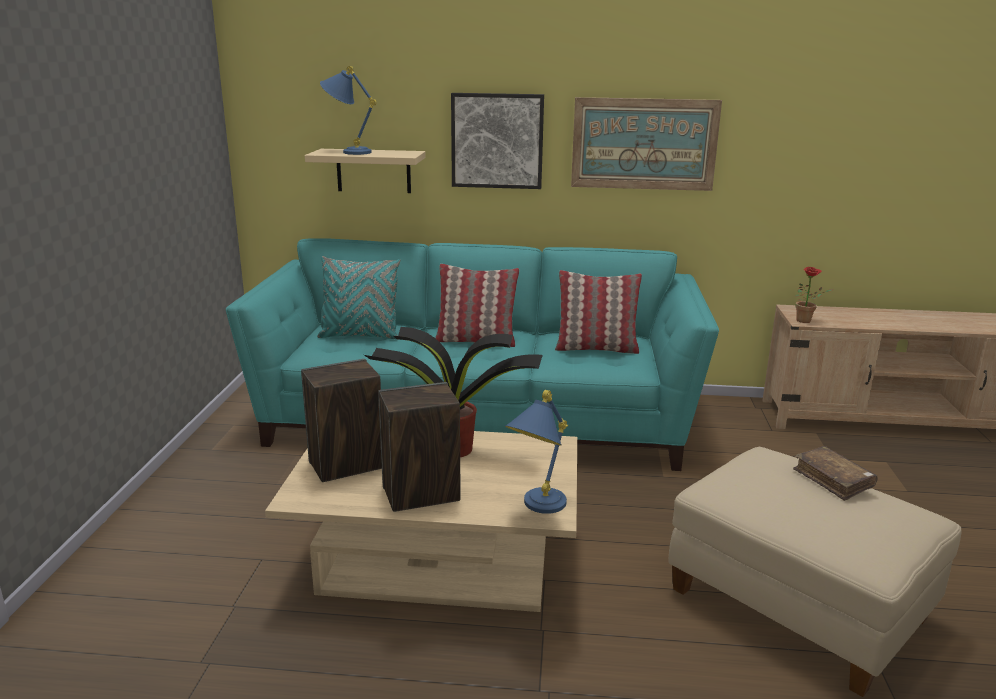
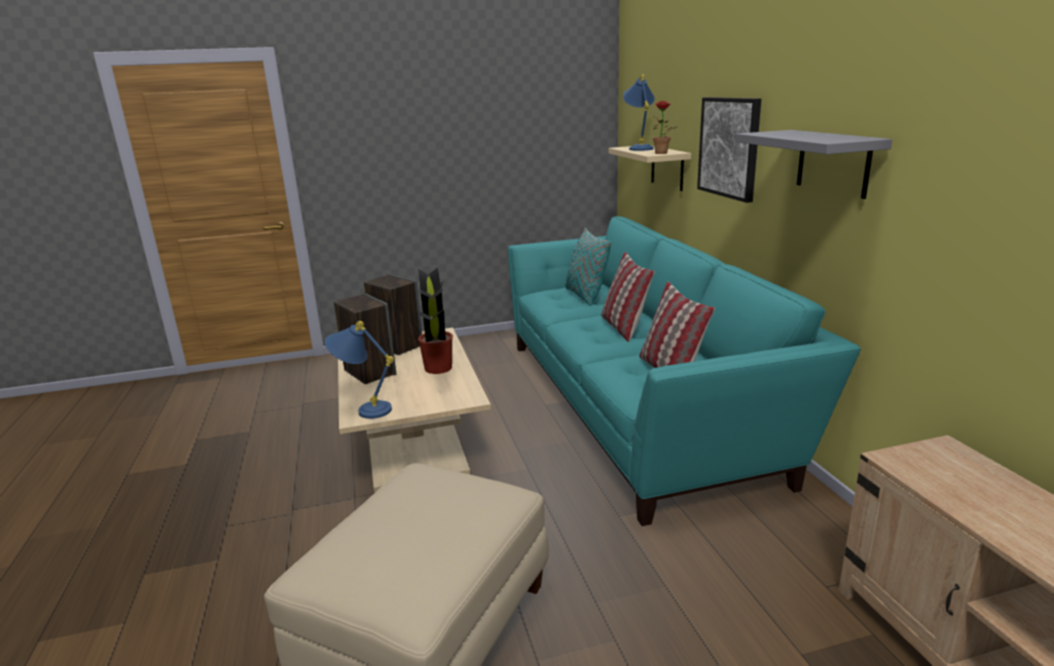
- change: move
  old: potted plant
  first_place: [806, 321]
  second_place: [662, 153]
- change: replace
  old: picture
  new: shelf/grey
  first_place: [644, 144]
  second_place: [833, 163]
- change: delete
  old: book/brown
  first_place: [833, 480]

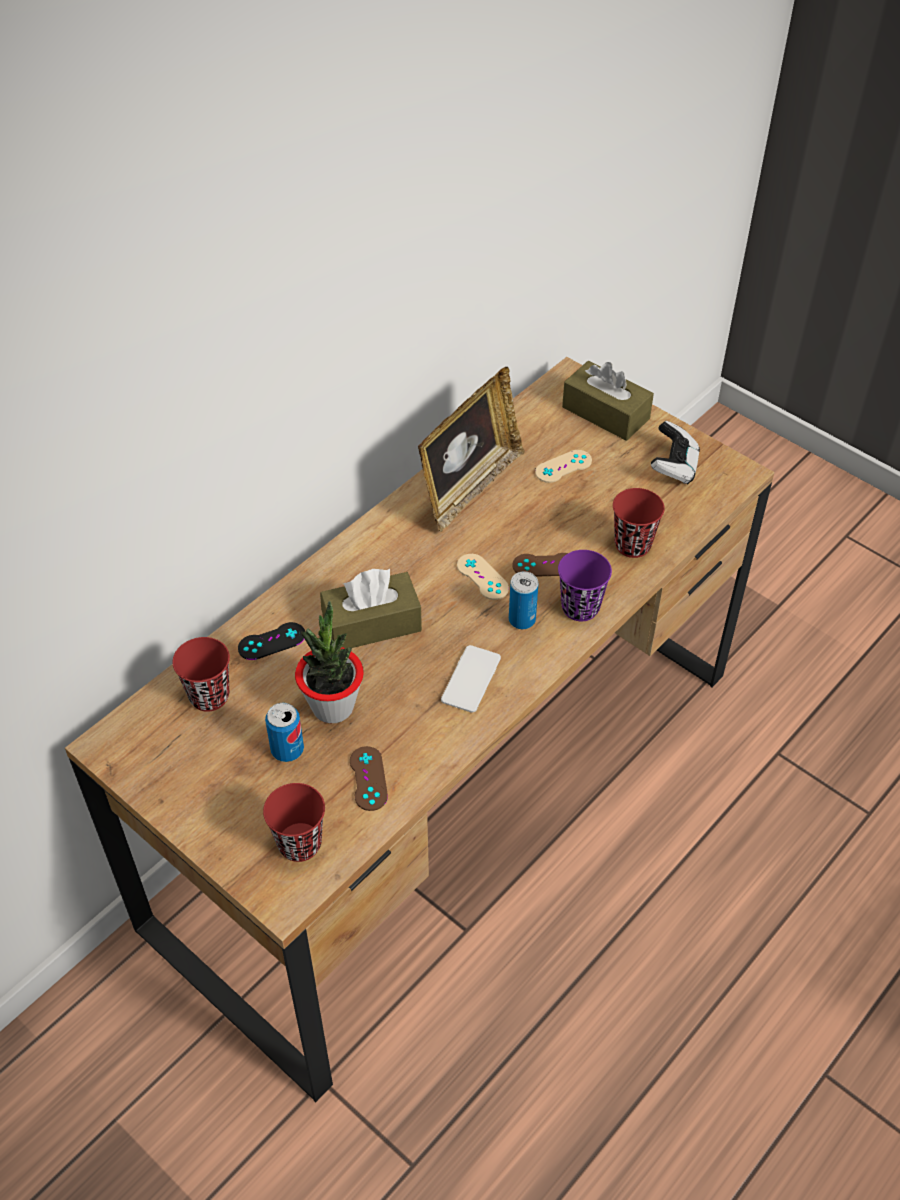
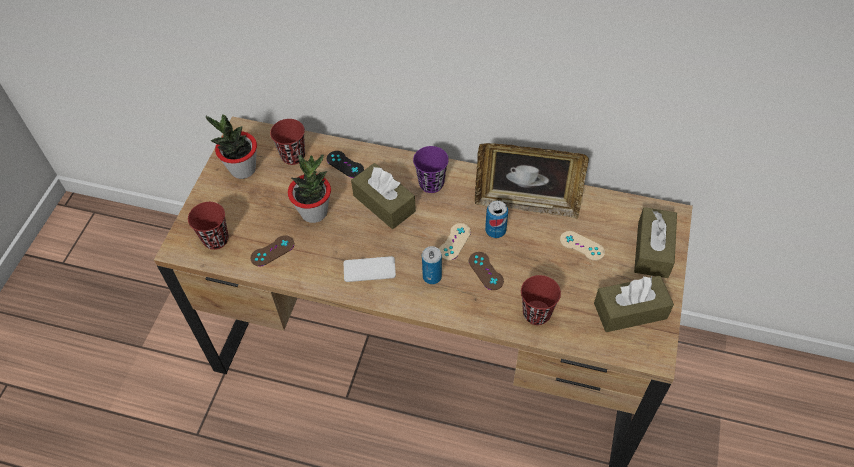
- change: insert
  new: potted plant
  second_place: [243, 169]
- change: move
  old: cup/purple
  first_place: [580, 607]
  second_place: [431, 184]
- change: move
  old: can
  first_place: [287, 750]
  second_place: [495, 231]
- change: replace
  old: game controller
  new: tissue box/brown
  first_place: [673, 466]
  second_place: [630, 311]

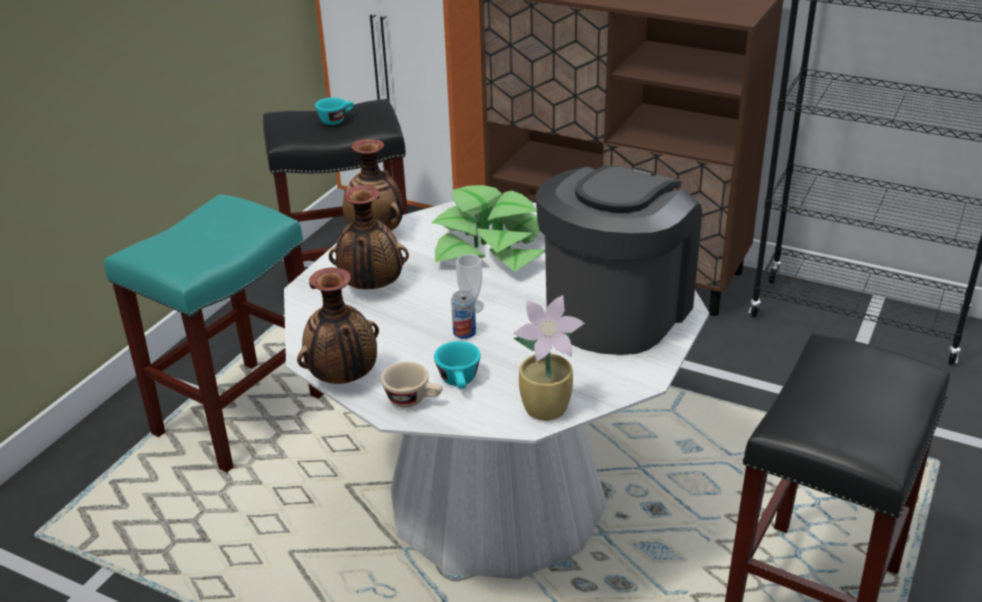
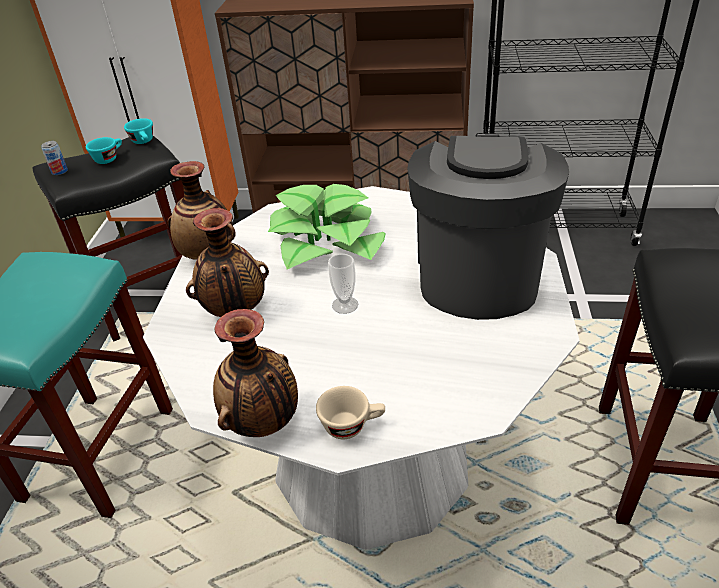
- change: move
  old: can
  first_place: [464, 332]
  second_place: [59, 171]
- change: move
  old: cup/turquoise
  first_place: [460, 382]
  second_place: [144, 142]
- change: delete
  old: potted plant
  first_place: [548, 409]

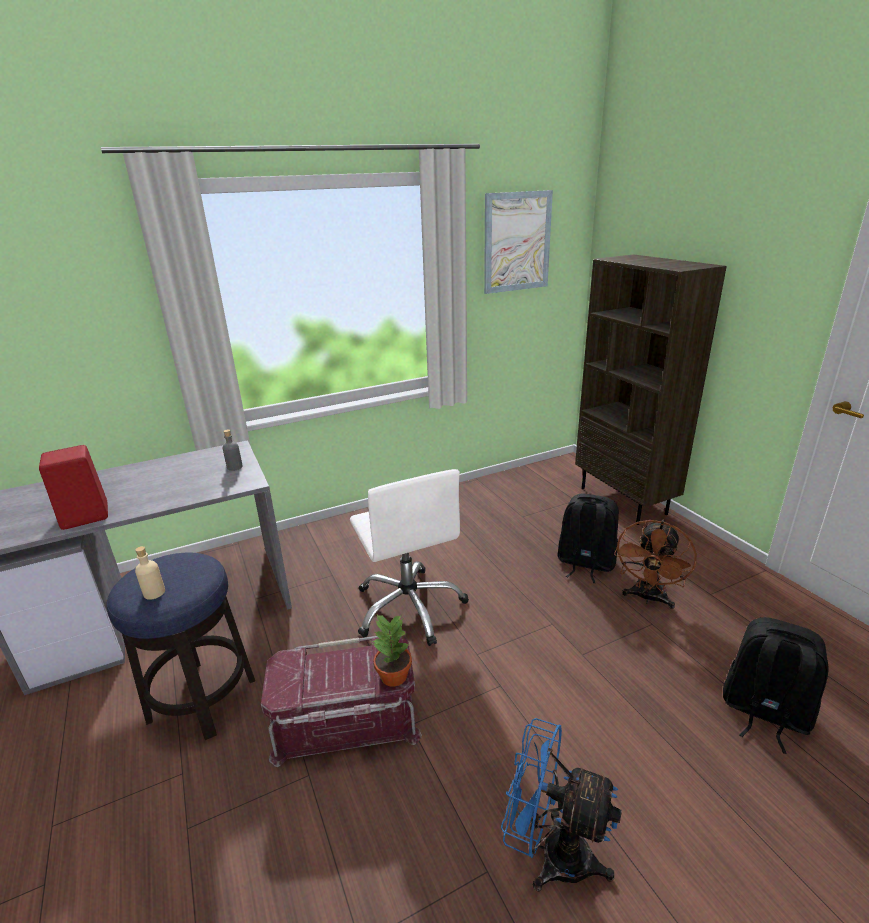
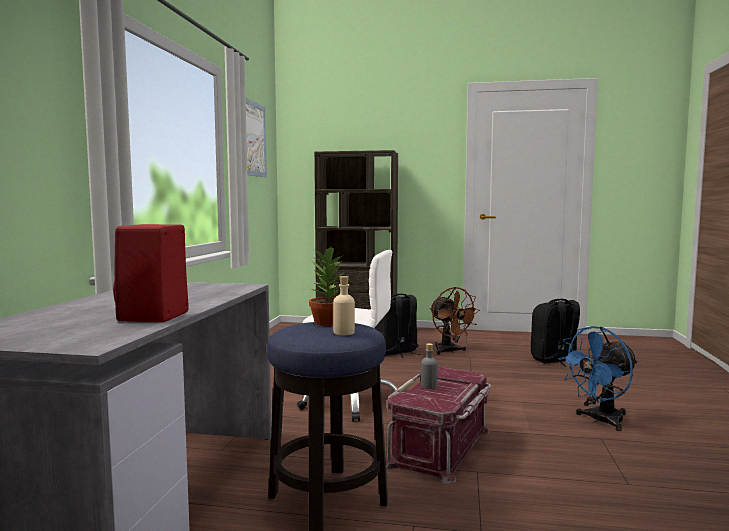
- change: move
  old: potted plant
  first_place: [393, 676]
  second_place: [327, 323]
- change: move
  old: bottle/grey
  first_place: [234, 467]
  second_place: [429, 386]

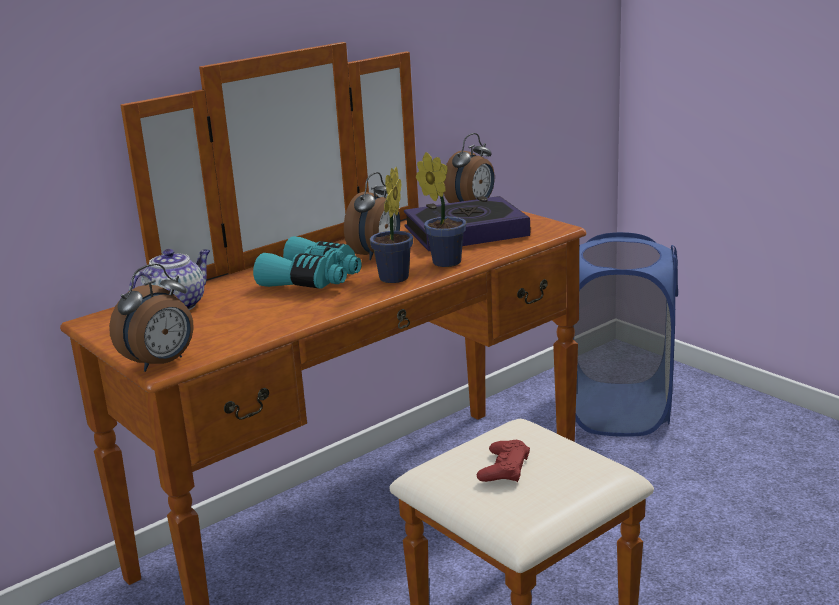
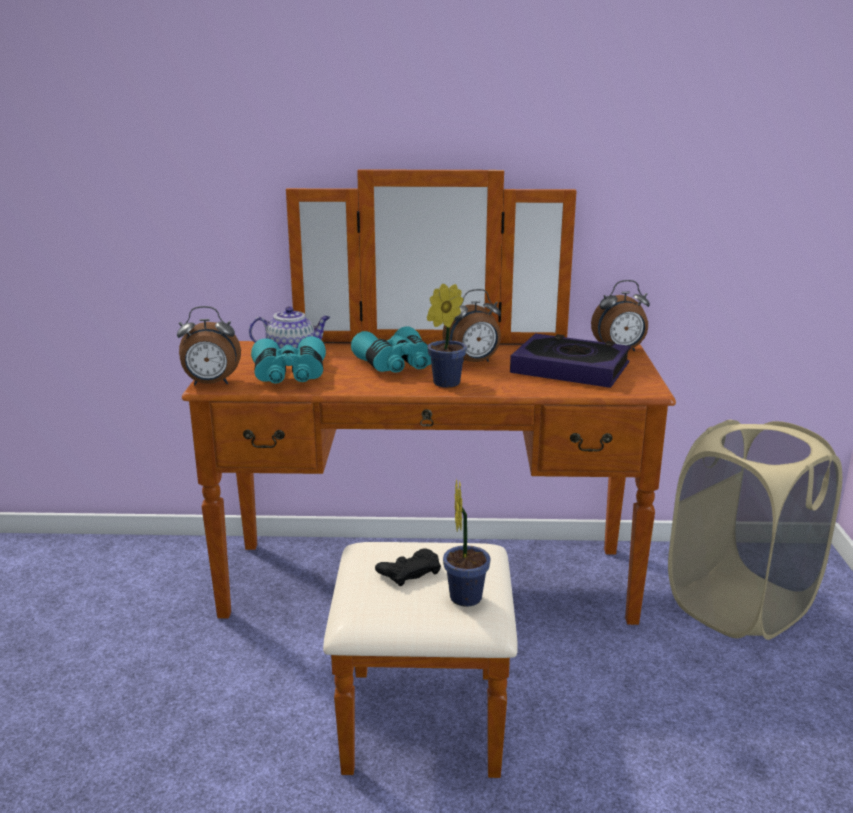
- change: insert
  new: binoculars/turquoise
  second_place: [289, 376]
- change: recolor
  old: game controller/red
  new: game controller/black
  first_place: [504, 468]
  second_place: [409, 571]
- change: move
  old: potted plant
  first_place: [444, 261]
  second_place: [465, 595]
- change: recolor
  old: laundry basket/blue
  new: laundry basket/beige
  first_place: [618, 410]
  second_place: [740, 605]

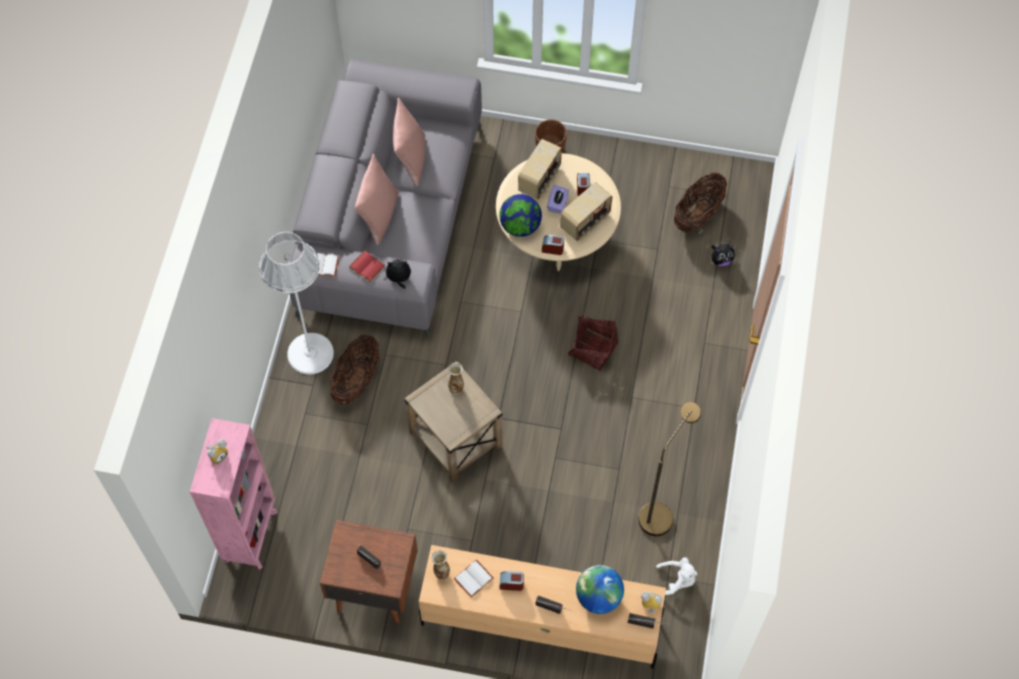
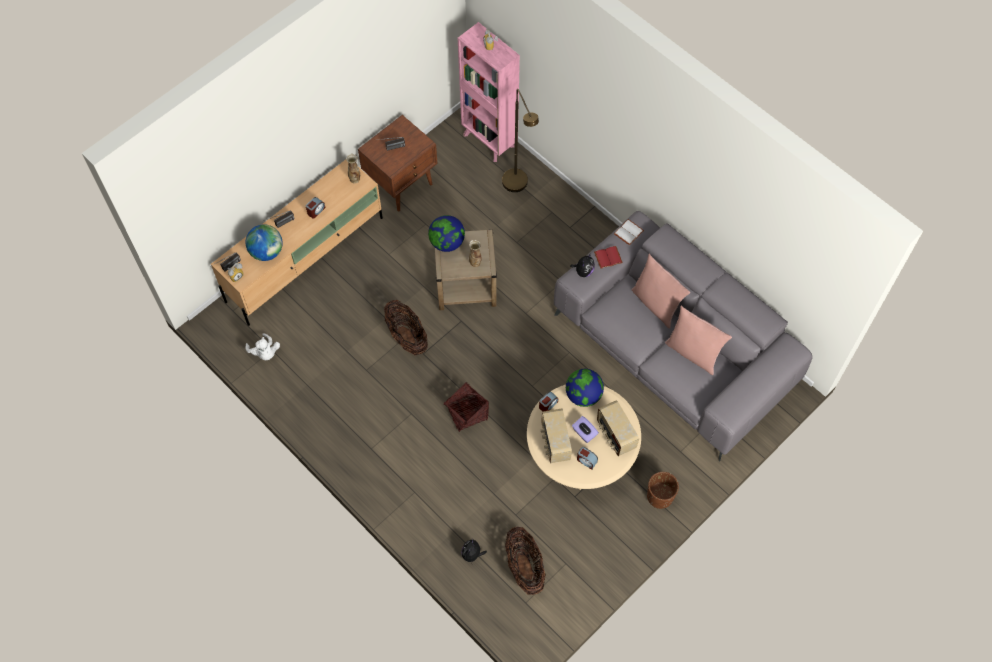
- change: rotate
  old: plush toy/white
  first_place: [676, 580]
  second_place: [265, 352]
  degrees: -75
- change: move
  old: basket
  first_place: [356, 380]
  second_place: [407, 337]
- change: insert
  new: globe
  second_place: [447, 242]
- change: move
  old: floor lamp/brown
  first_place: [659, 511]
  second_place: [518, 187]
- change: delete
  old: floor lamp/white
  first_place: [310, 353]
- change: delete
  old: book/white
  first_place: [474, 580]

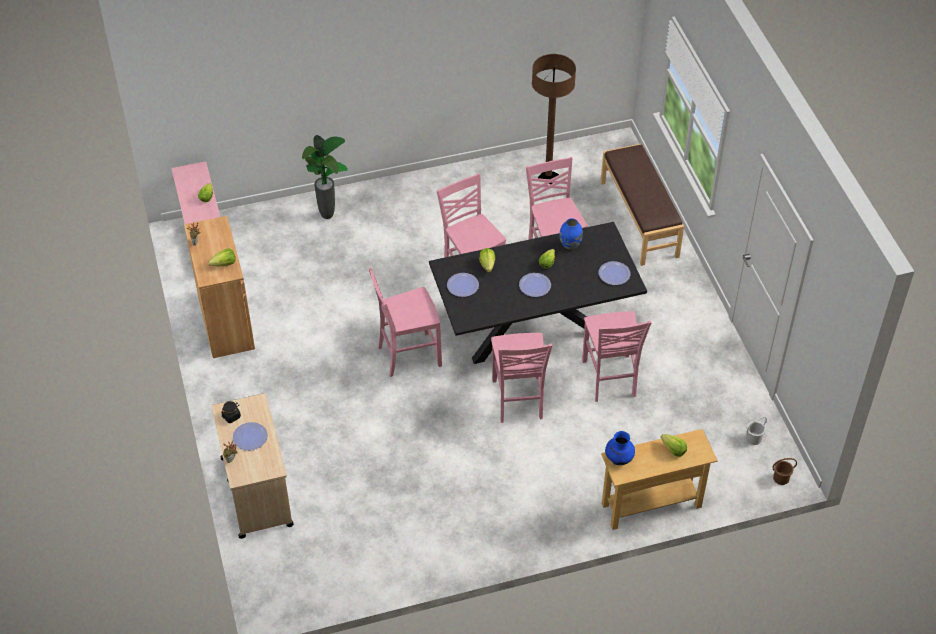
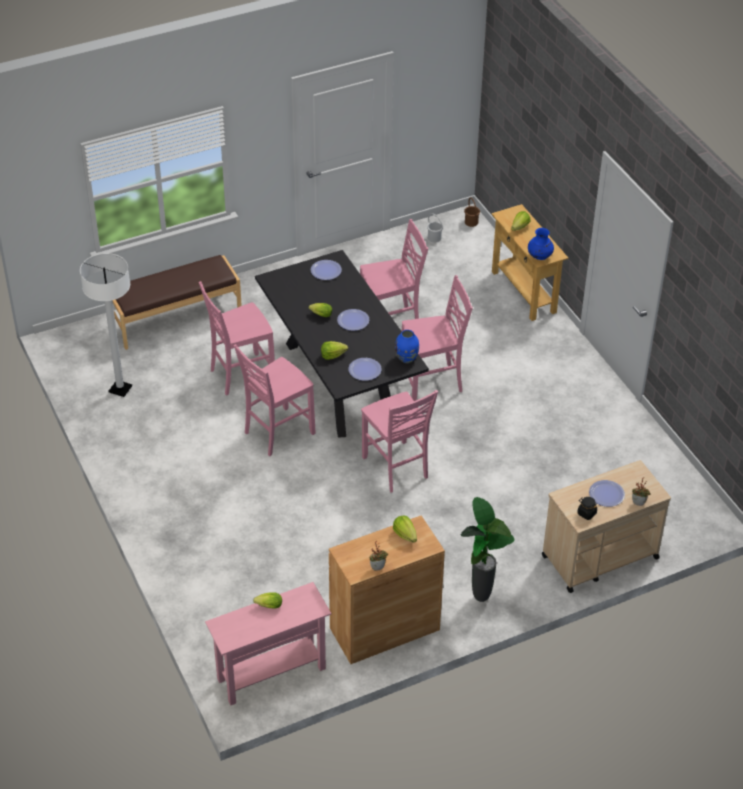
- change: recolor
  old: floor lamp/brown
  new: floor lamp/white
  first_place: [548, 177]
  second_place: [120, 389]
- change: move
  old: vase/blue
  first_place: [570, 245]
  second_place: [407, 358]
- change: move
  old: potted plant
  first_place: [328, 216]
  second_place: [481, 596]

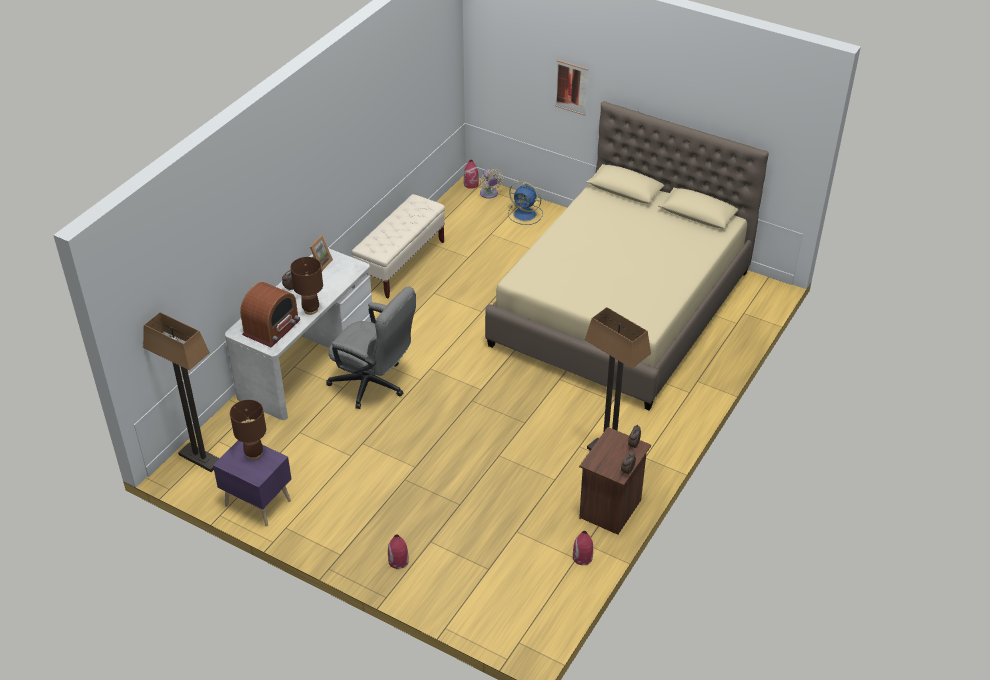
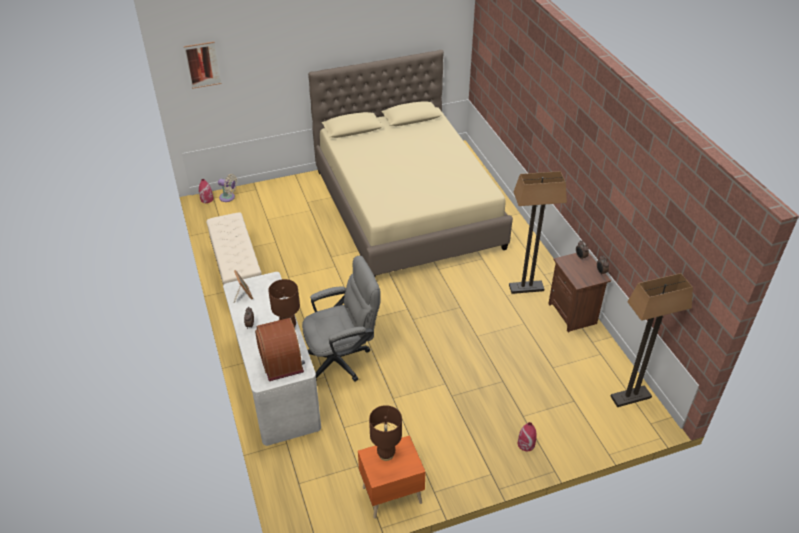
- change: move
  old: picture
  first_place: [571, 87]
  second_place: [202, 65]
- change: recolor
  old: nightstand/purple
  new: nightstand/orange
  first_place: [258, 502]
  second_place: [390, 494]
- change: move
  old: floor lamp
  first_place: [199, 458]
  second_place: [630, 397]
- change: delete
  old: fan/blue
  first_place: [525, 214]
- change: delete
  old: vase/red
  first_place: [582, 557]

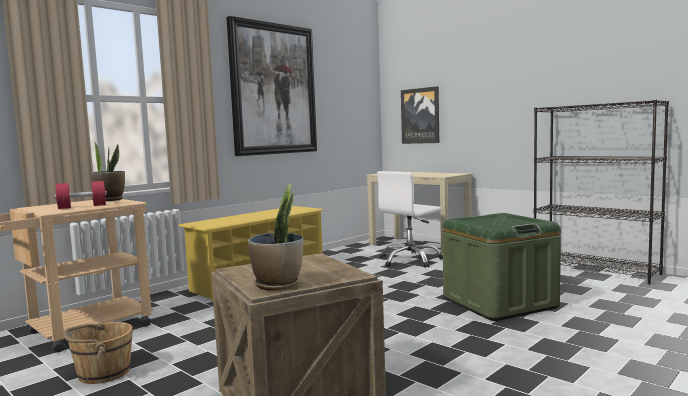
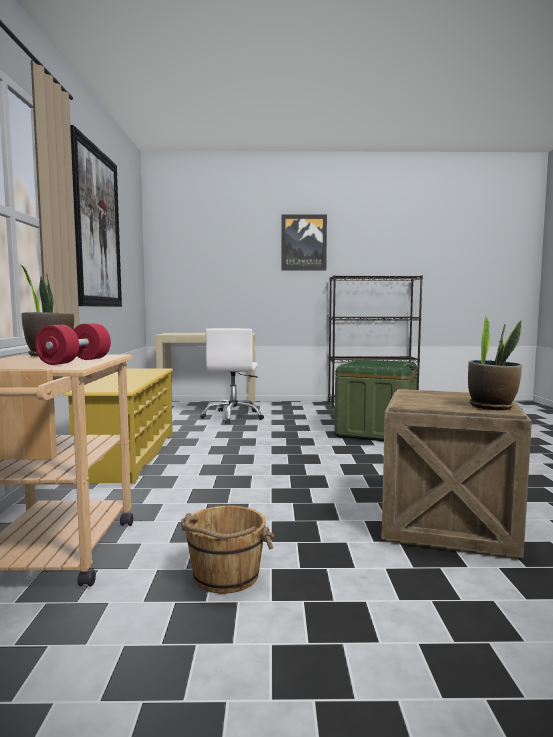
- change: move
  old: picture
  first_place: [420, 116]
  second_place: [303, 242]

